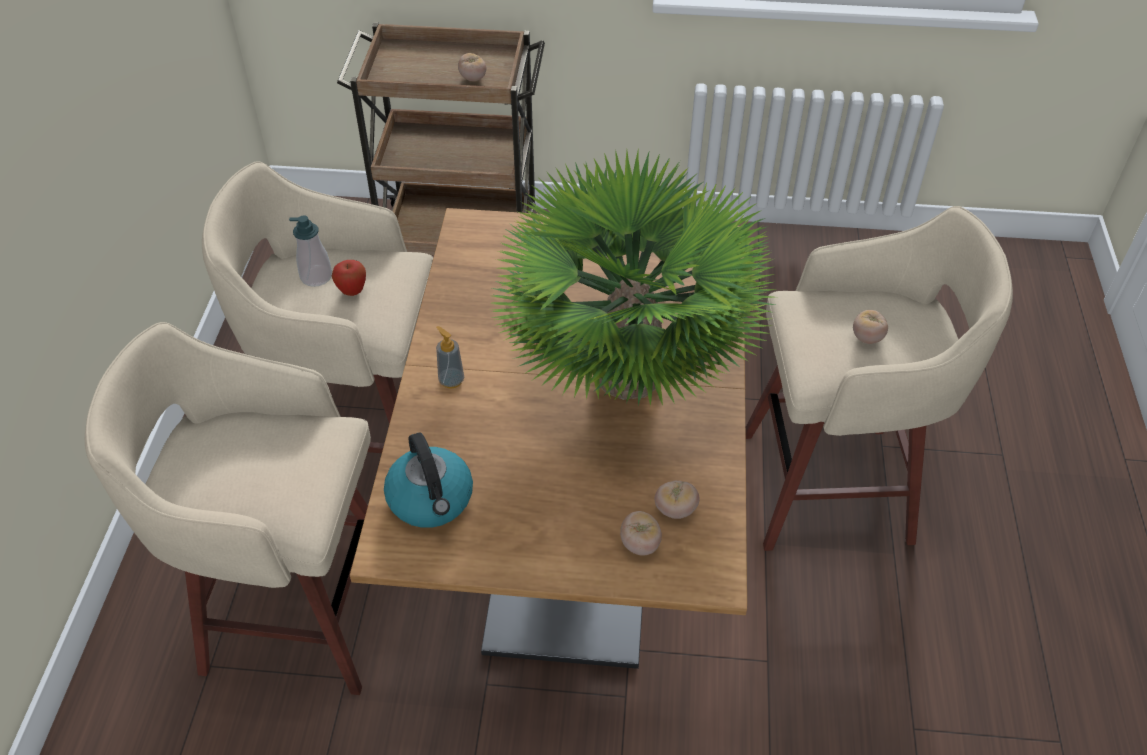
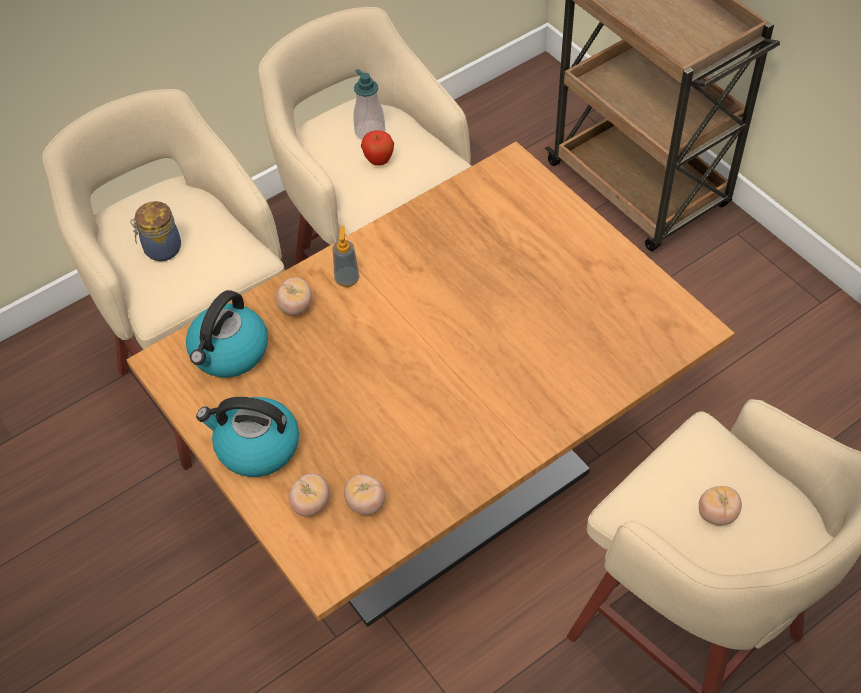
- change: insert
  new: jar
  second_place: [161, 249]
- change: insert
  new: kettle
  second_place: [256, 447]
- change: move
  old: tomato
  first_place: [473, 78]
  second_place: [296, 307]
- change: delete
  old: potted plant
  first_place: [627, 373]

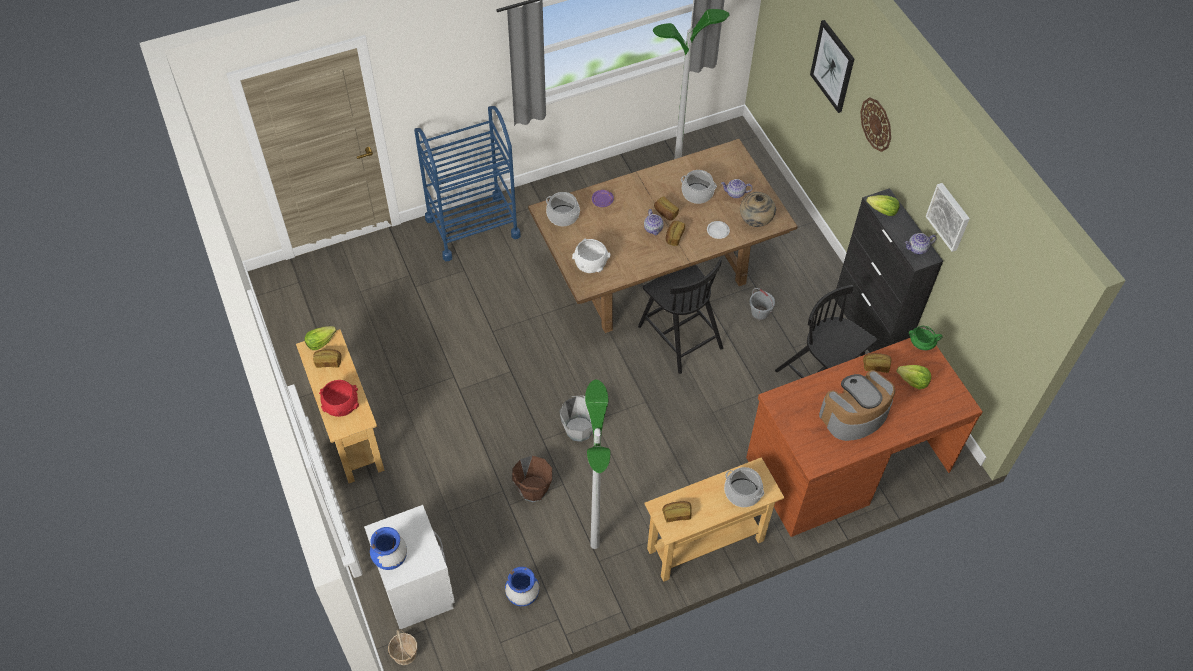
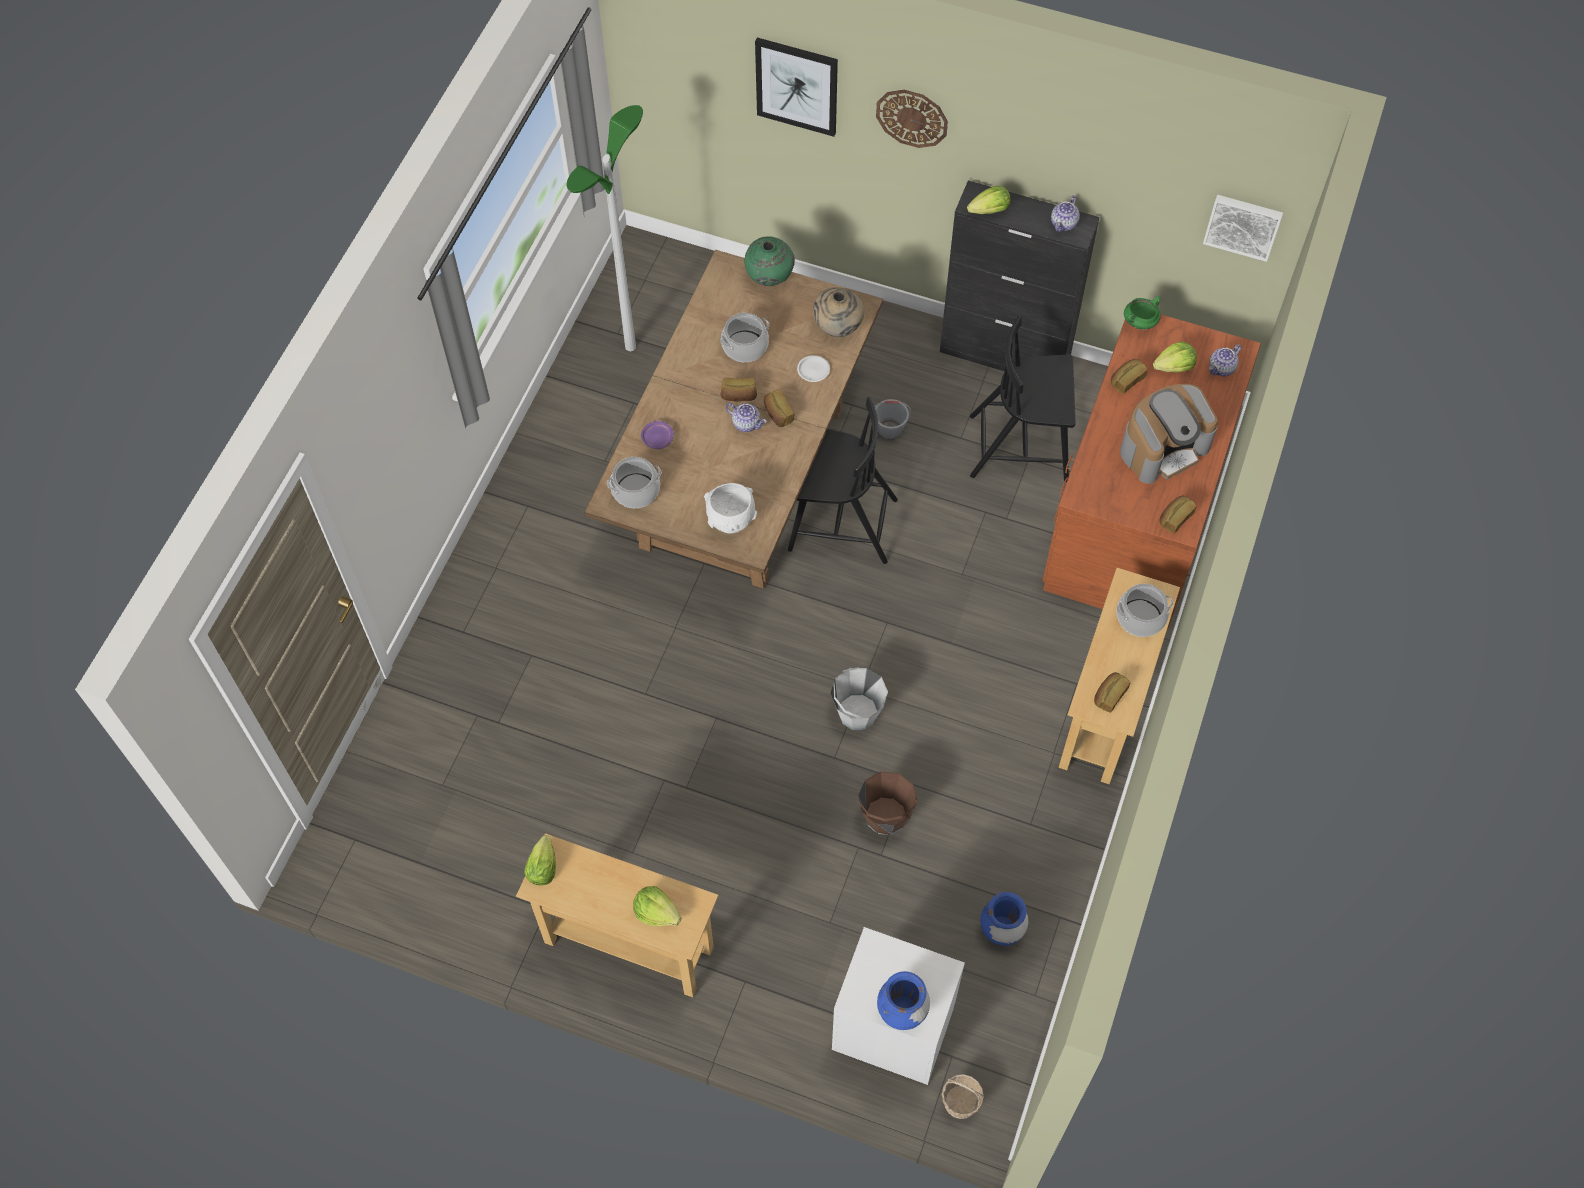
- change: replace
  old: bowl/red
  new: lettuce
  first_place: [342, 407]
  second_place: [656, 912]
- change: insert
  new: vase/green
  second_place: [770, 278]
- change: rotate
  old: coffee machine
  first_place: [854, 416]
  second_place: [1163, 448]
  degrees: -135
- change: move
  old: bread
  first_place: [328, 362]
  second_place: [1175, 518]
- change: move
  old: picture
  first_place: [949, 216]
  second_place: [1243, 225]
- change: move
  old: teapot
  first_place: [735, 193]
  second_place: [1221, 368]
- change: delete
  old: cart/blue
  first_place: [472, 227]
- change: delete
  old: floor lamp
  first_place: [594, 544]

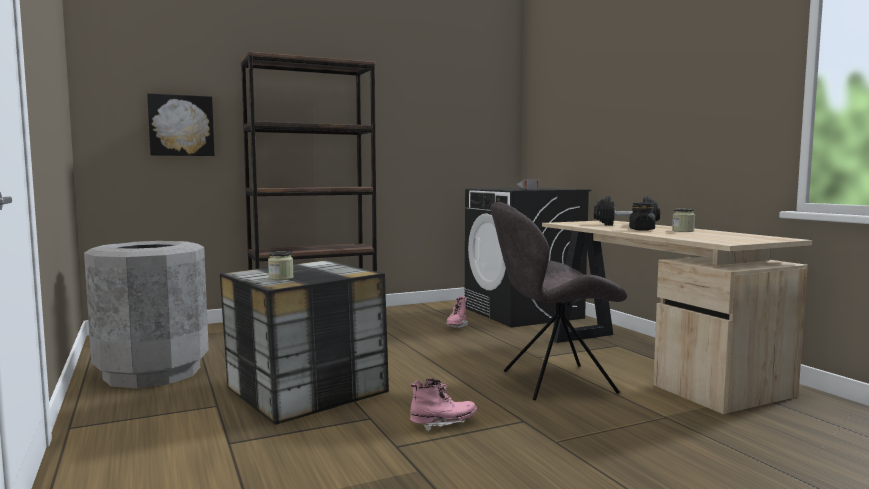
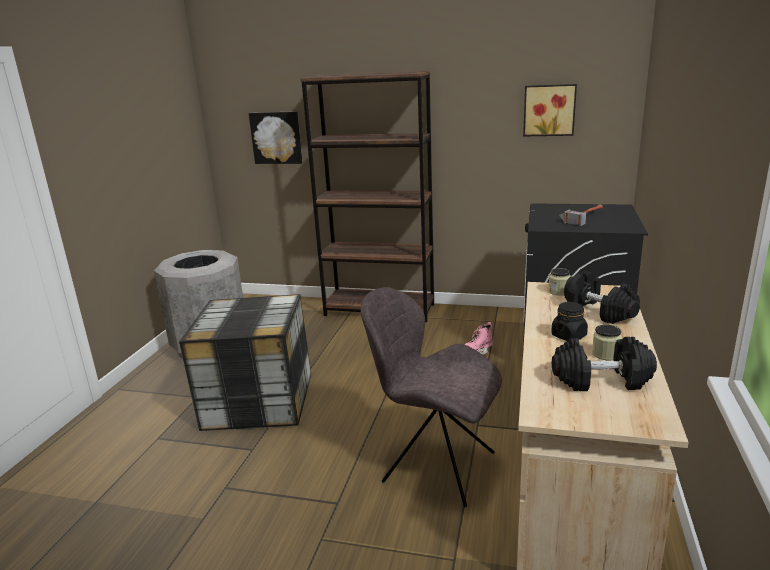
- change: insert
  new: picture
  second_place: [549, 110]
- change: move
  old: jar
  first_place: [281, 278]
  second_place: [559, 291]
- change: insert
  new: dumbbell/black
  second_place: [601, 380]
- change: delete
  old: boot/pink
  first_place: [443, 424]

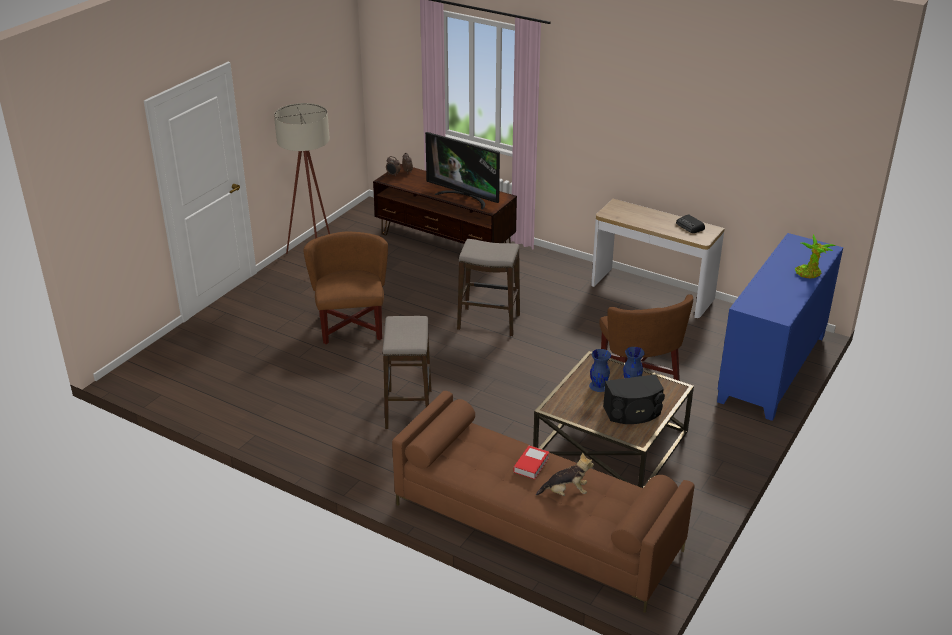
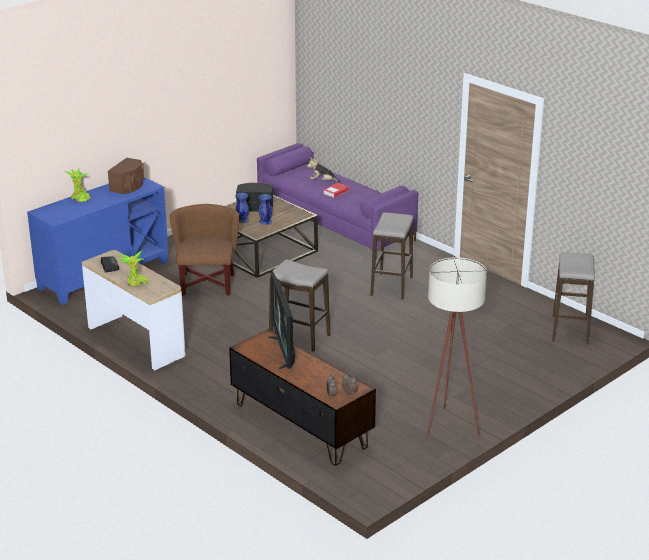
- change: insert
  new: speaker/brown
  second_place: [128, 186]
- change: insert
  new: potted plant
  second_place: [136, 283]
- change: recolor
  old: sofa/brown
  new: sofa/purple
  first_place: [535, 527]
  second_place: [336, 222]
- change: rotate
  old: television
  first_place: [464, 198]
  second_place: [285, 351]
  degrees: -150
- change: insert
  new: stool
  second_place: [570, 330]
- change: delete
  old: armchair/brown
  first_place: [351, 327]

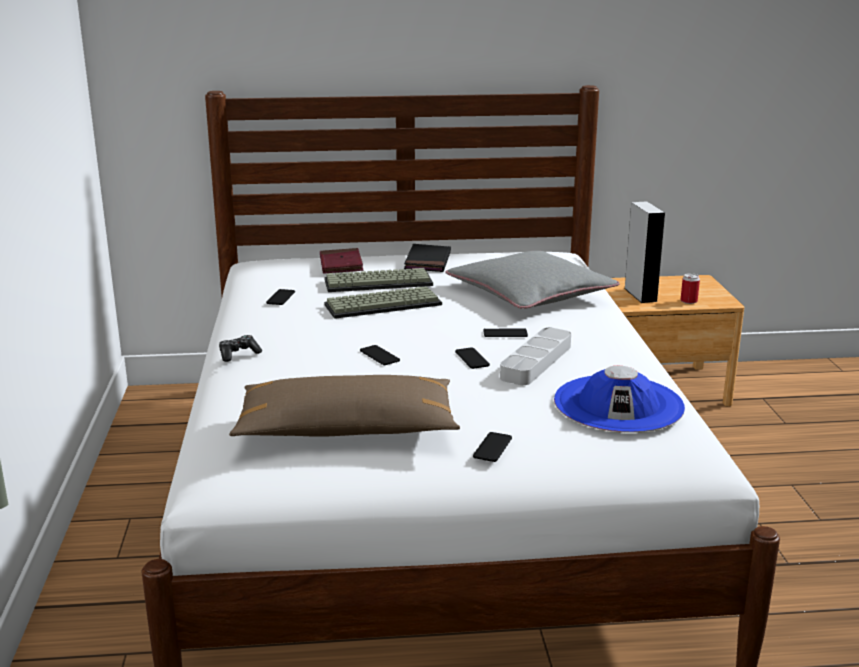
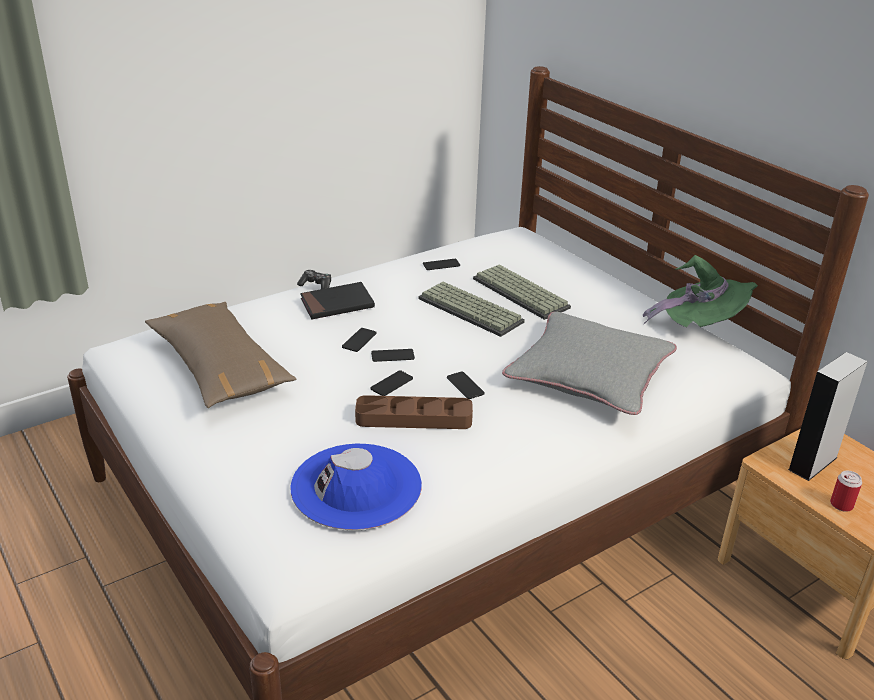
- change: move
  old: book/black
  first_place: [428, 261]
  second_place: [337, 304]
- change: recolor
  old: tray/grey
  new: tray/brown
  first_place: [536, 362]
  second_place: [414, 418]
- change: move
  old: phone
  first_place: [492, 447]
  second_place: [392, 356]
- change: insert
  new: hat/green
  second_place: [700, 325]
- change: delete
  old: book/red
  first_place: [341, 264]

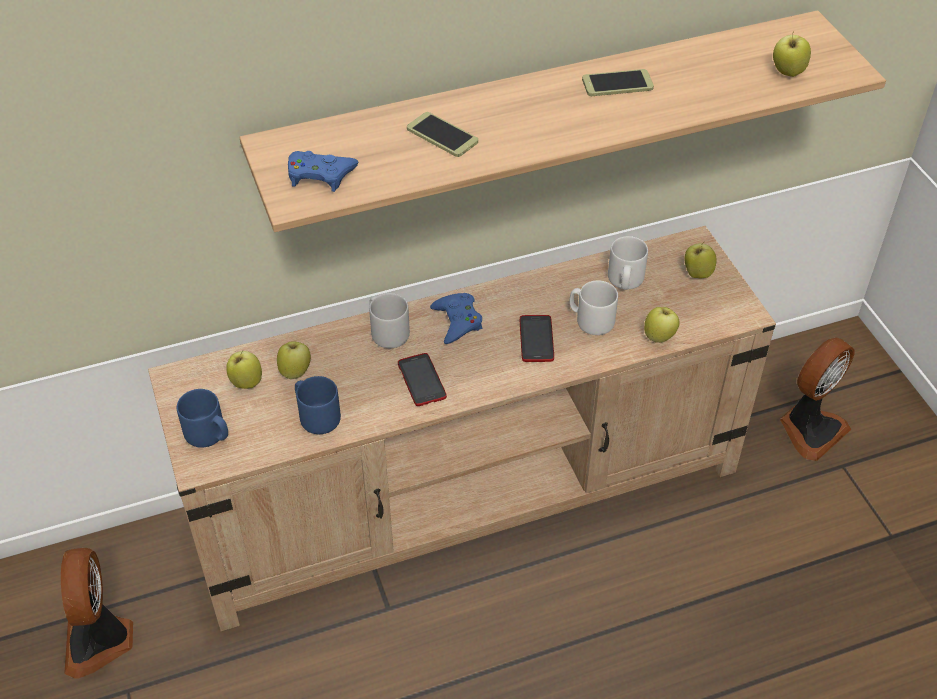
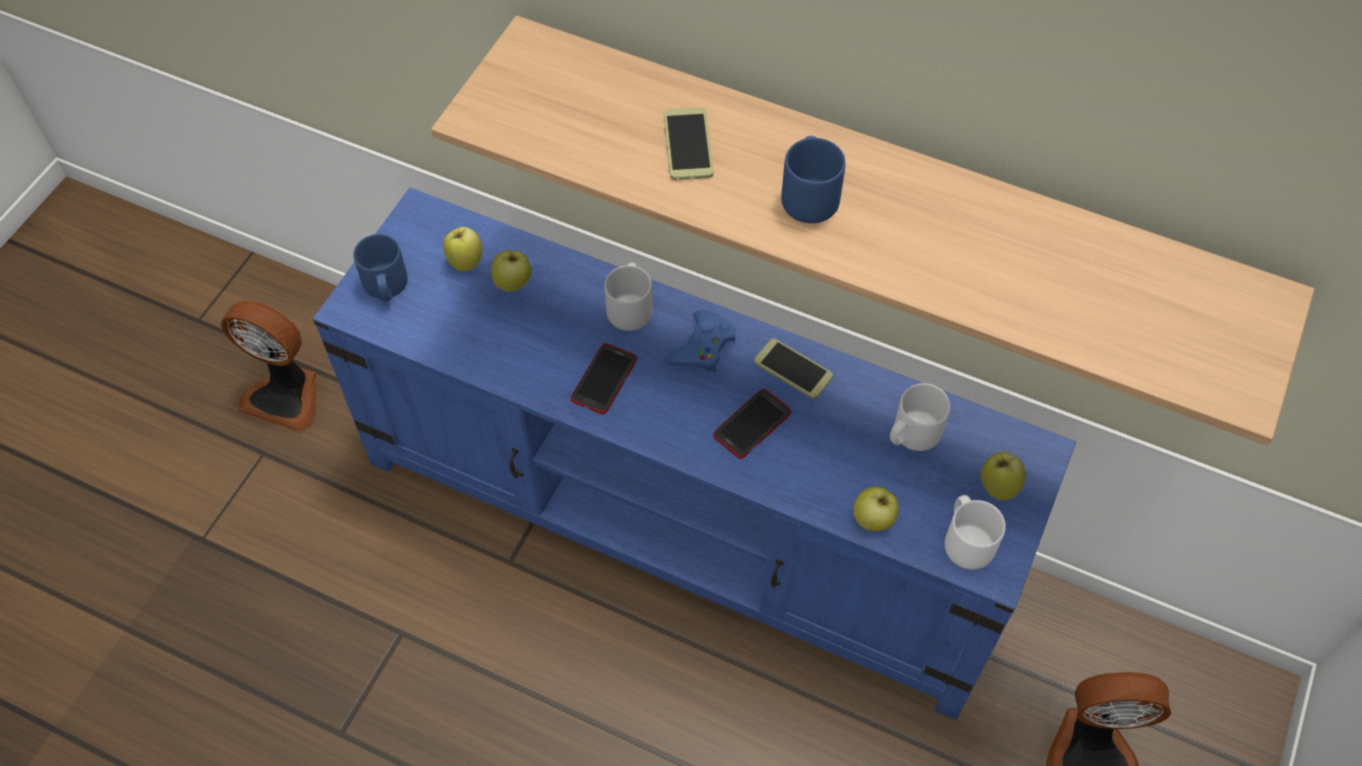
- change: rotate
  old: fan
  first_place: [100, 640]
  second_place: [286, 395]
  degrees: -105
- change: recolor
  old: tv stand/beige
  new: tv stand/blue
  first_place: [469, 493]
  second_place: [685, 519]
- change: move
  old: phone
  first_place: [617, 84]
  second_place: [793, 369]
- change: move
  old: mug/blue
  first_place: [316, 416]
  second_place: [809, 195]
- change: move
  old: mug/white
  first_place: [591, 320]
  second_place: [966, 541]
- change: delete
  old: game controller/blue
  first_place: [320, 175]
- change: delete
  old: apple
  first_place: [787, 72]

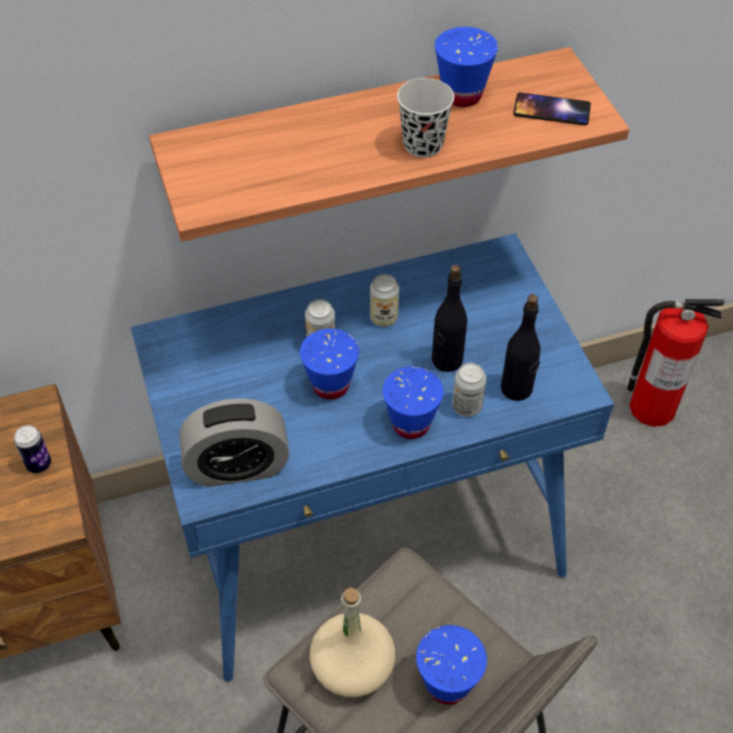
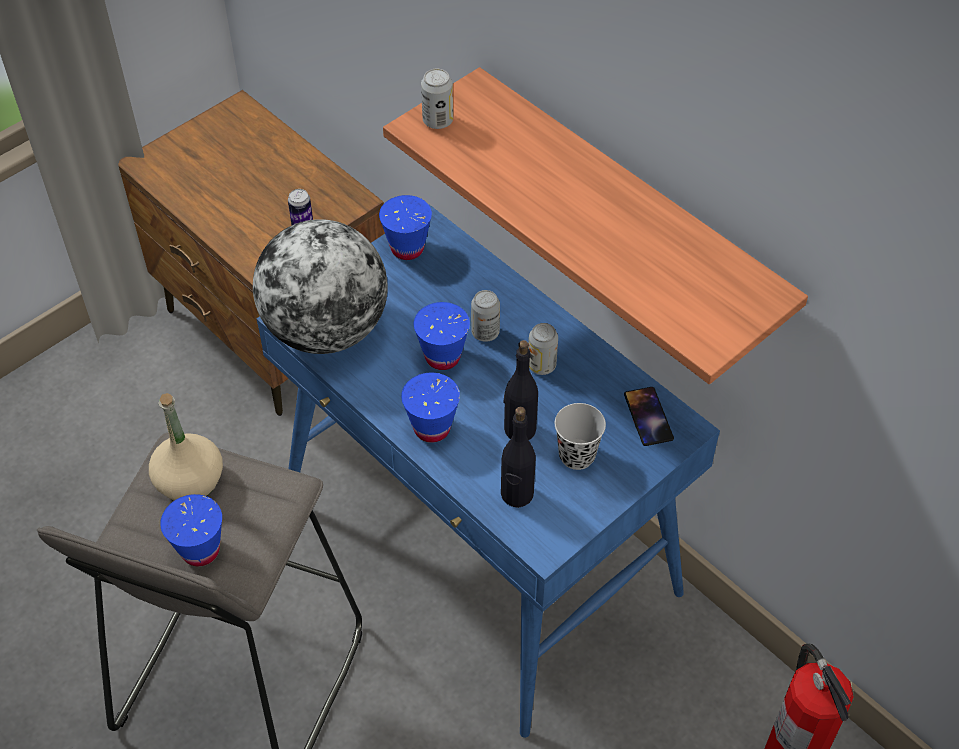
- change: replace
  old: alarm clock
  new: globe
  first_place: [238, 467]
  second_place: [326, 329]
- change: move
  old: cup/blue
  first_place: [462, 95]
  second_place: [407, 248]
- change: move
  old: can
  first_place: [467, 406]
  second_place: [437, 121]
- change: move
  old: cup/black
  first_place: [423, 145]
  second_place: [577, 455]
- change: move
  old: phone
  first_place: [552, 110]
  second_place: [648, 416]

